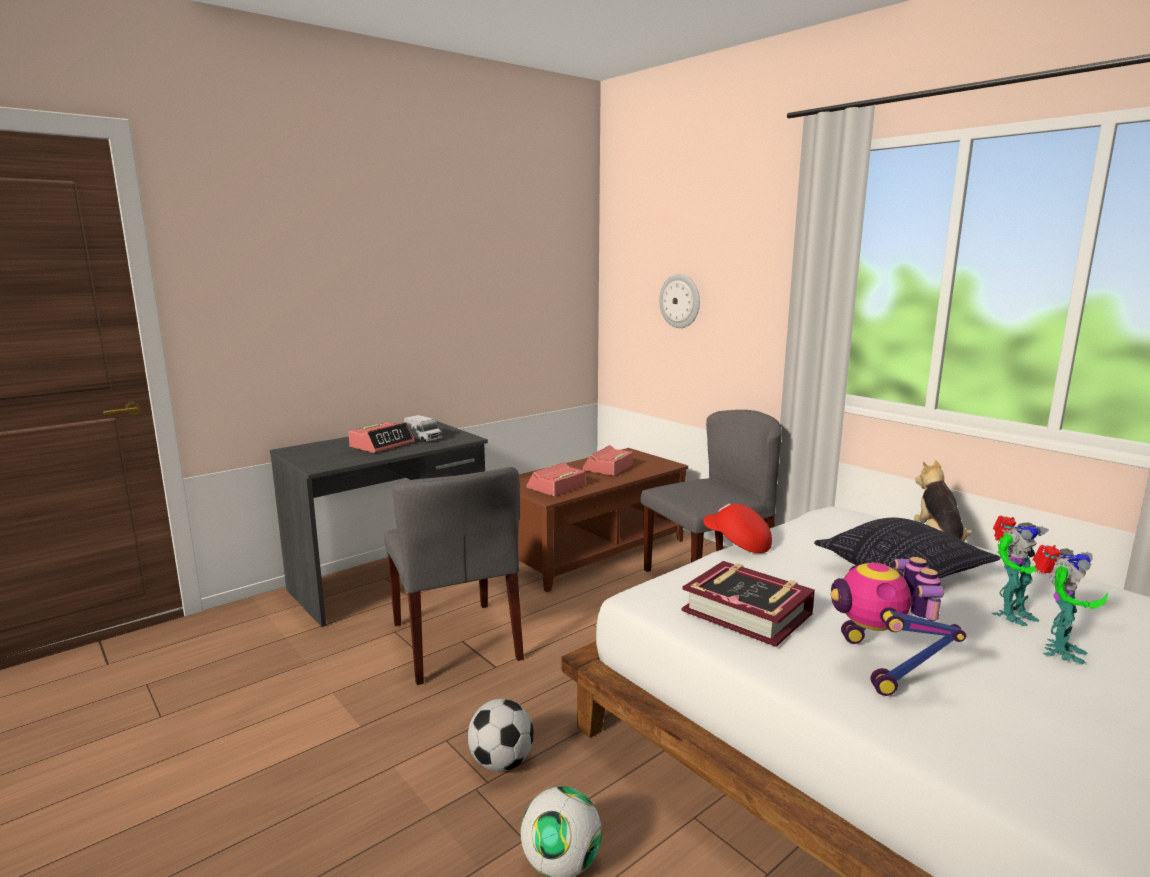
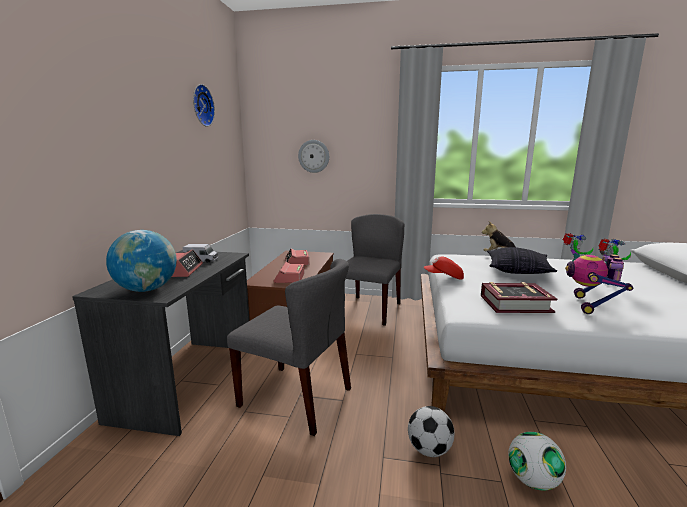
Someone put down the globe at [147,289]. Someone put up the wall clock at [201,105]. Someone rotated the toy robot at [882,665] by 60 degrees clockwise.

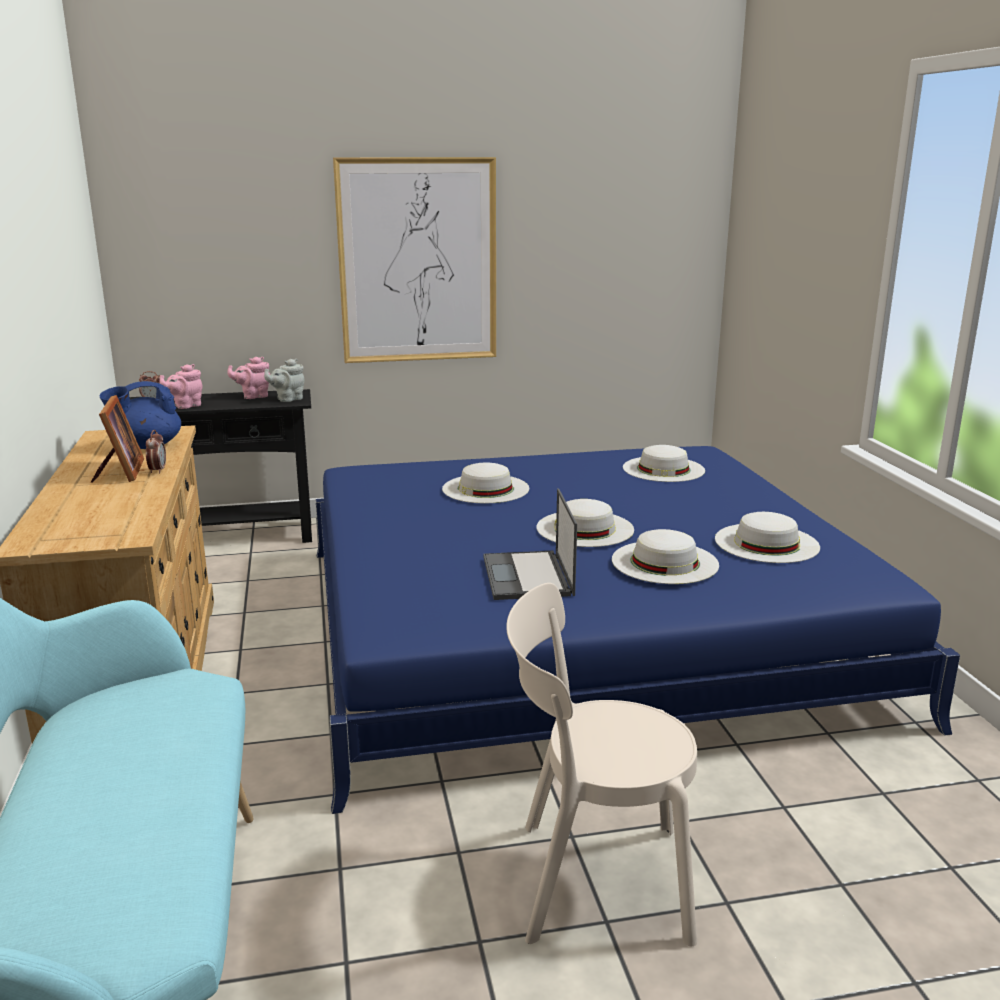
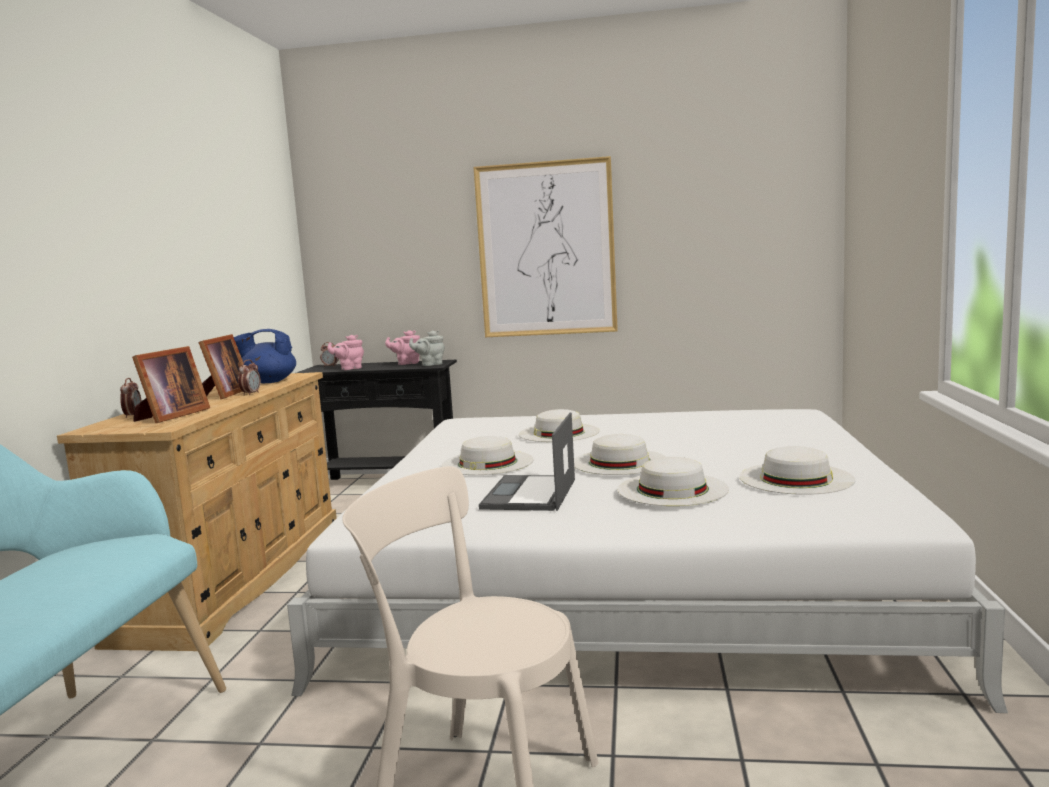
Someone put down the alarm clock at [133,416]. Someone put down the picture frame at [170,416]. Someone repainted the bed in blue at [576,628], which became the bed in white at [627,568]. Someone carried the hat in white from [663,469] to [487,462].

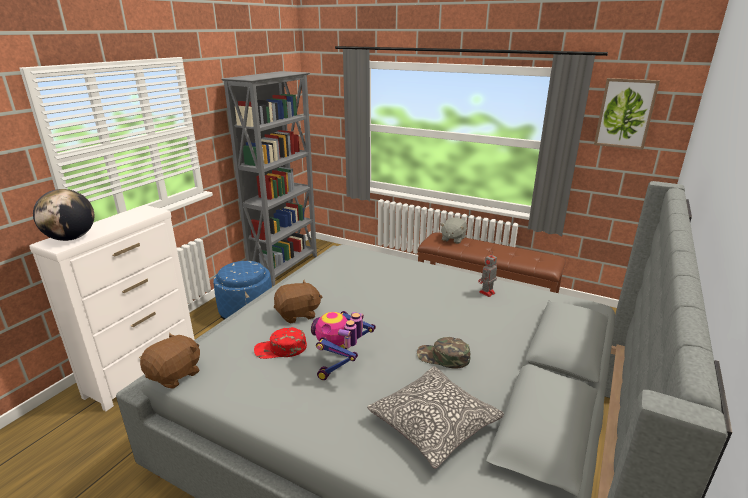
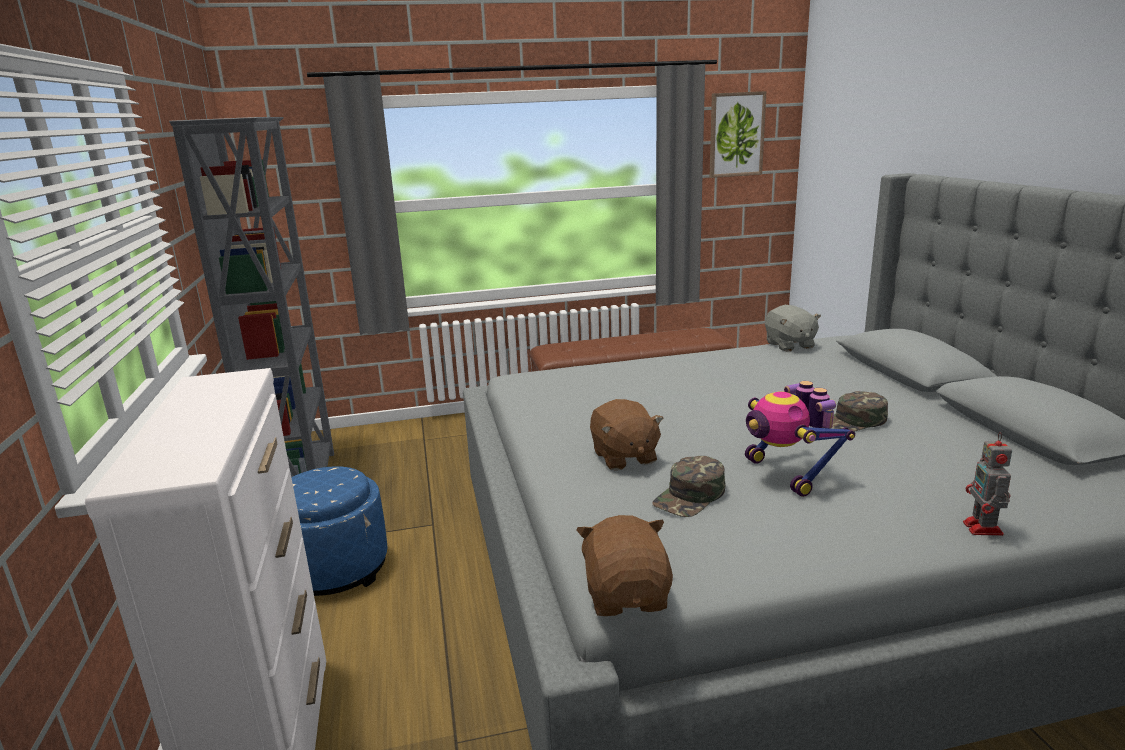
Someone rotated the plush toy in brown at [298,314] by 135 degrees clockwise. Someone repainted the cap in red at [280,349], which became the cap in green at [690,496]. Someone carried the plush toy in grey from [453,239] to [789,345]. Someone carried the toy robot from [486,293] to [983,529]. Someone took away the globe at [71,238]. Someone took away the pillow at [434,423].

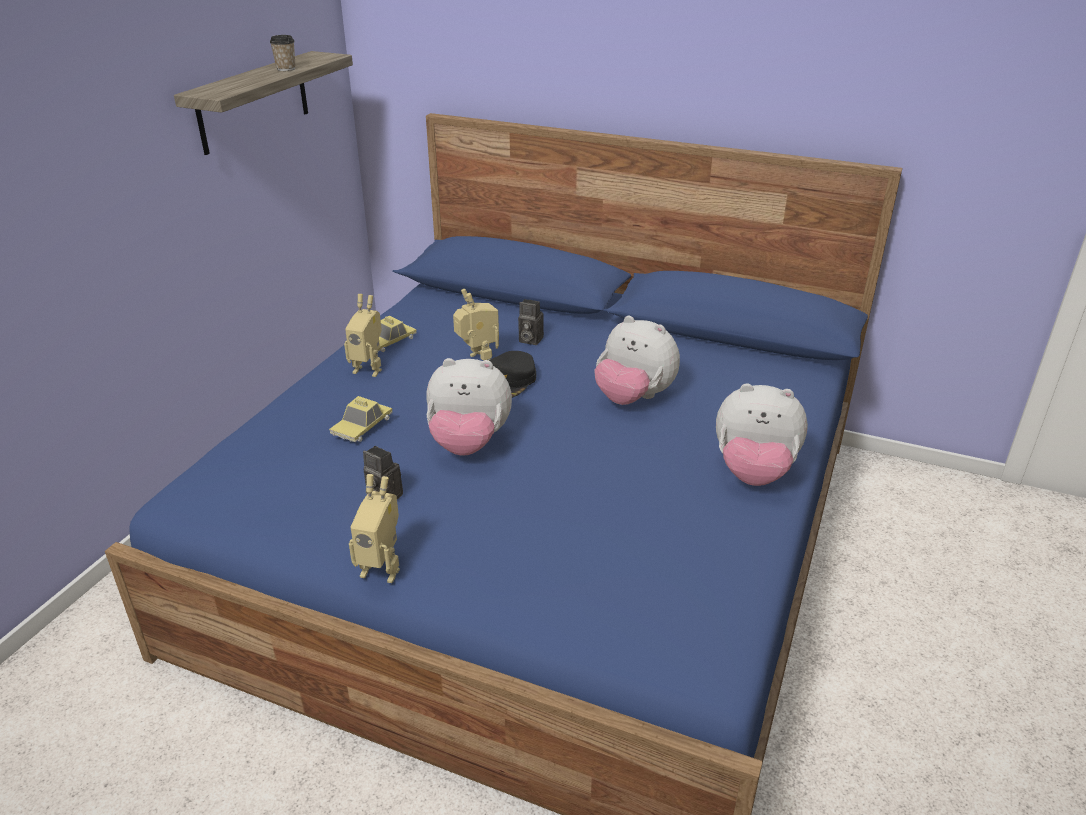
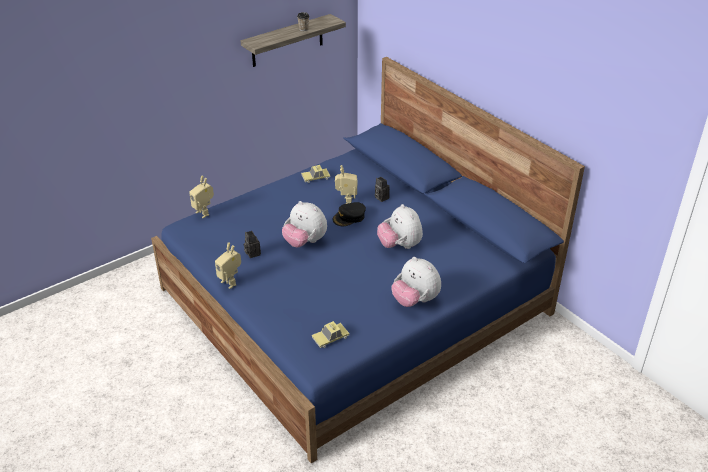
Someone carried the toy robot from [369,369] to [204,213]. Someone carried the toy car from [362,426] to [330,337].

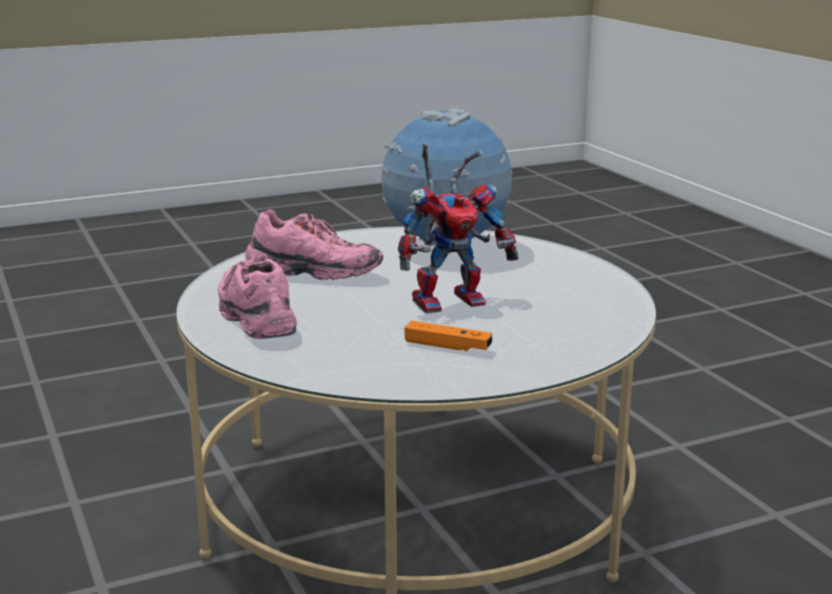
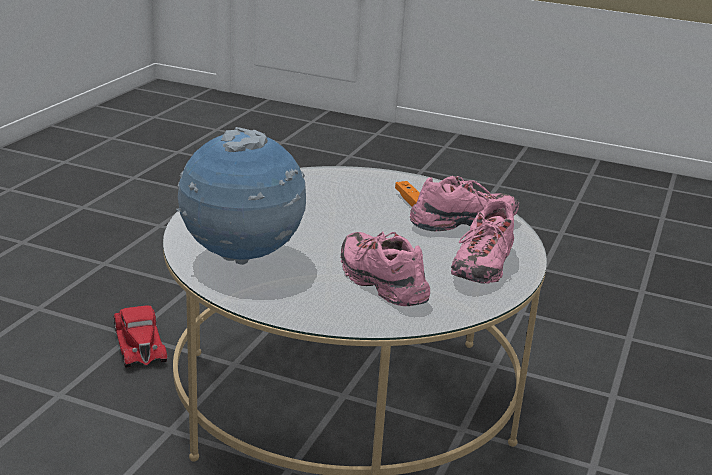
Someone put down the toy car in red at [139,343]. Someone put down the shoe in pink at [462,223]. Someone took away the toy robot at [452,300].

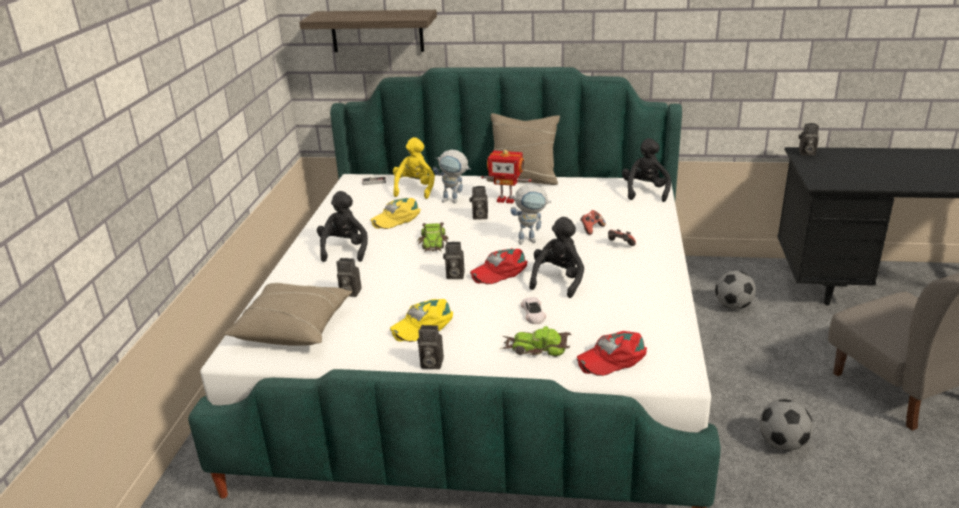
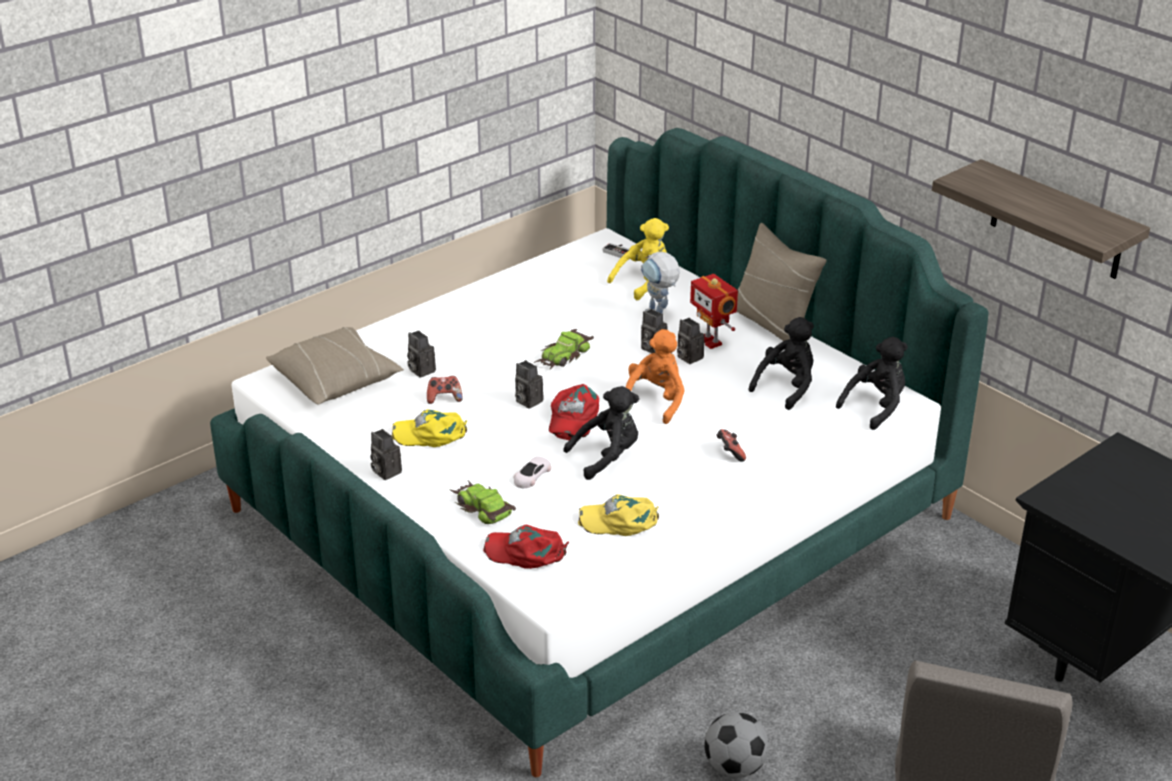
Someone carried the game controller from [591,229] to [444,398]. Someone rotated the cap in red at [499,271] by 90 degrees counterclockwise. Someone carried the cap in yellow from [396,218] to [620,521]. Someone swapped the toy robot at [531,240] for the plush toy in orange at [655,401]. Someone carried the photo camera from [806,153] to [688,357]. Someone carried the plush toy in black from [344,250] to [786,387]. Someone carried the shelf from [377,31] to [1057,221]. Someone took away the football at [733,306].

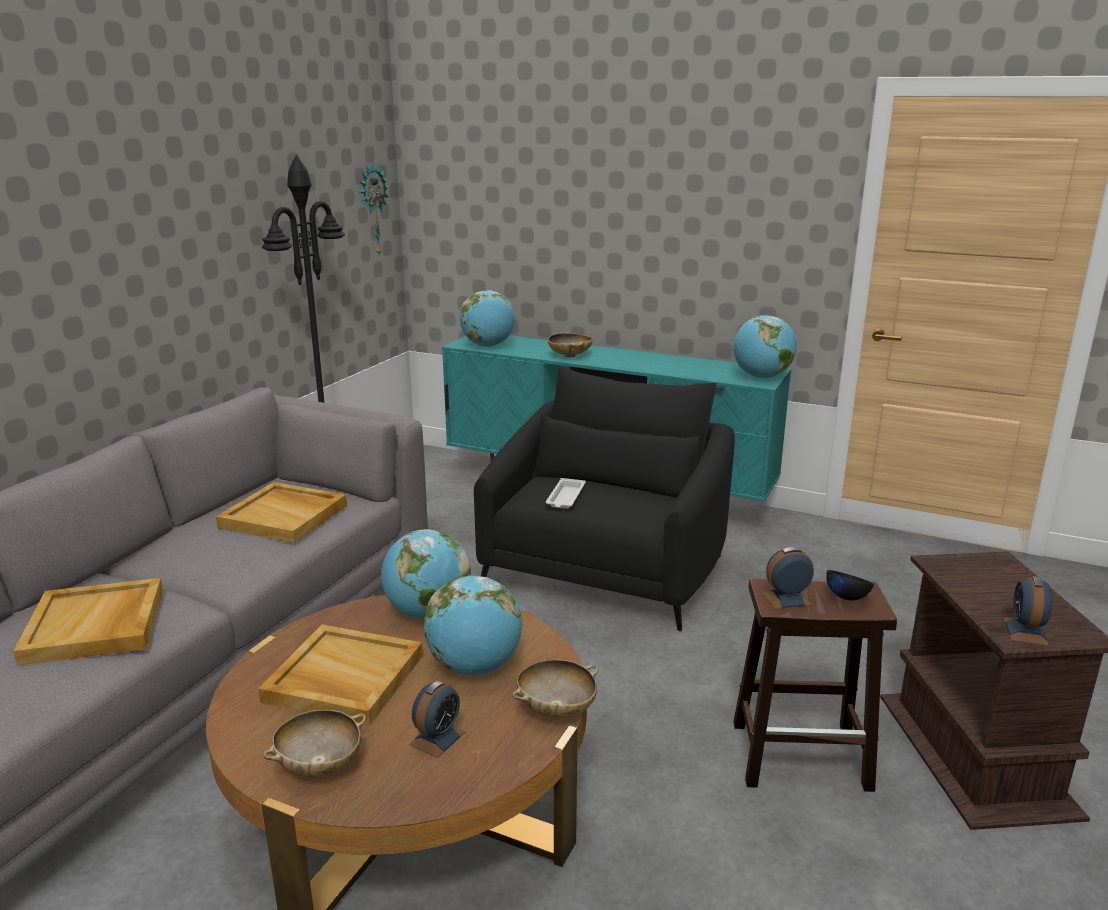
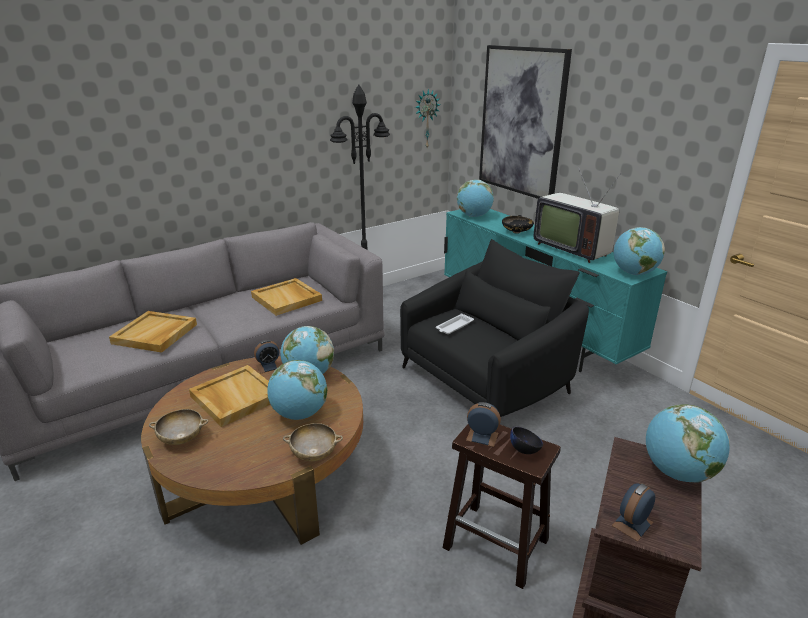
Someone carried the alarm clock from [437,738] to [268,366]. Someone put up the picture at [521,122]. Someone repainted the bowl in beige at [570,356], which became the bowl in black at [517,232]. Someone put down the television at [572,249]. Someone put down the globe at [677,472].

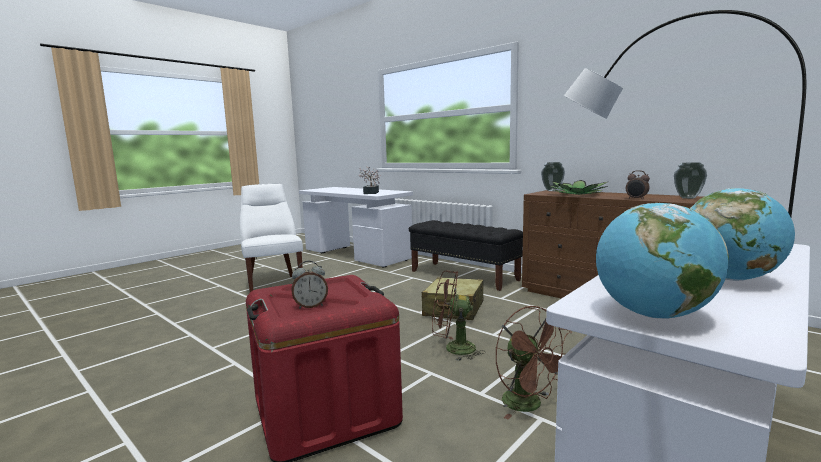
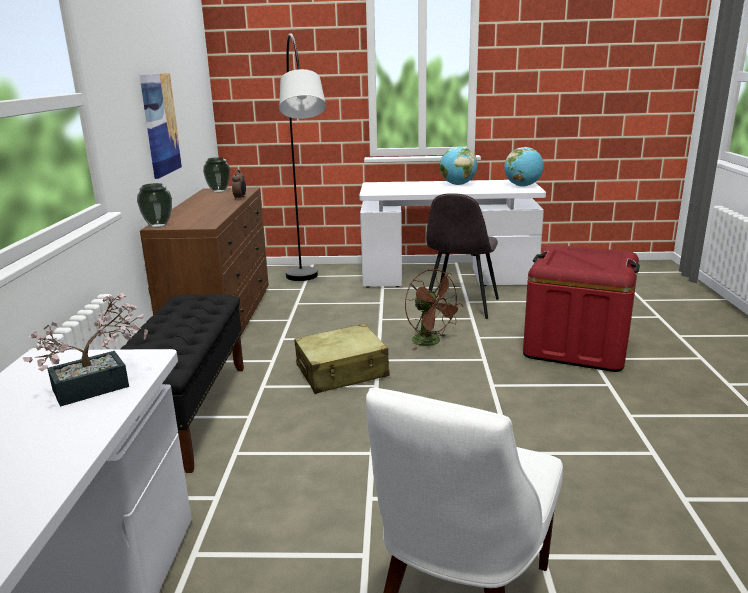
Someone put up the picture at [160,124]. Someone swapped the fan in brown at [529,405] for the chair in grey at [461,306]. Someone took away the alarm clock at [311,306]. Someone took away the potted plant at [578,194].

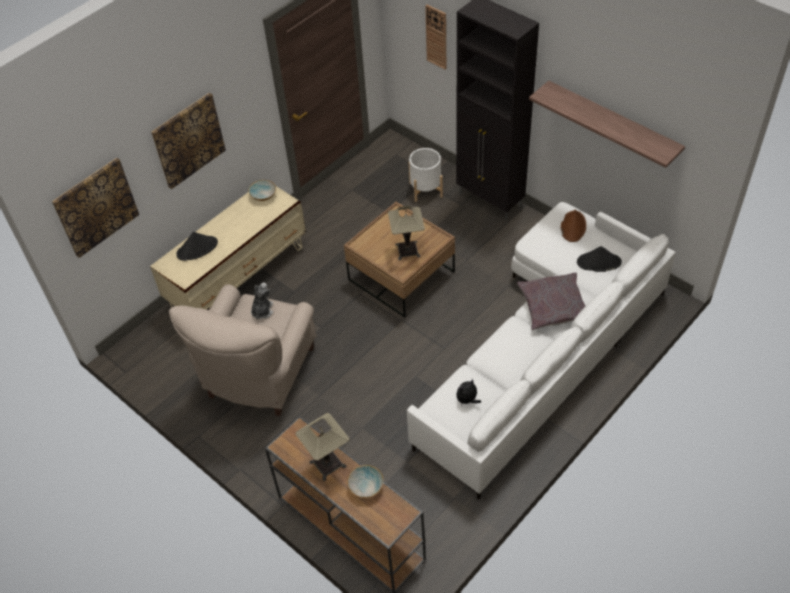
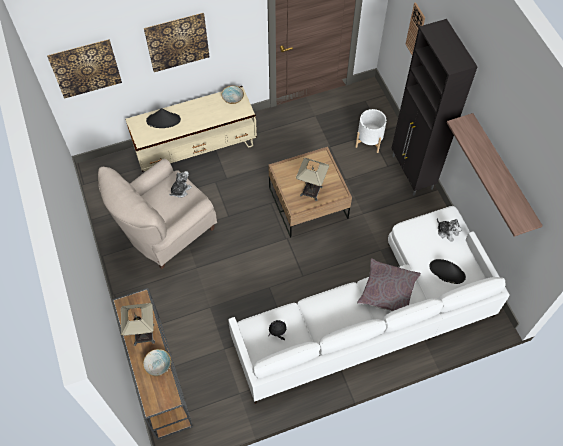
Someone swapped the hat in brown at [573,226] for the plush toy at [447,232].

